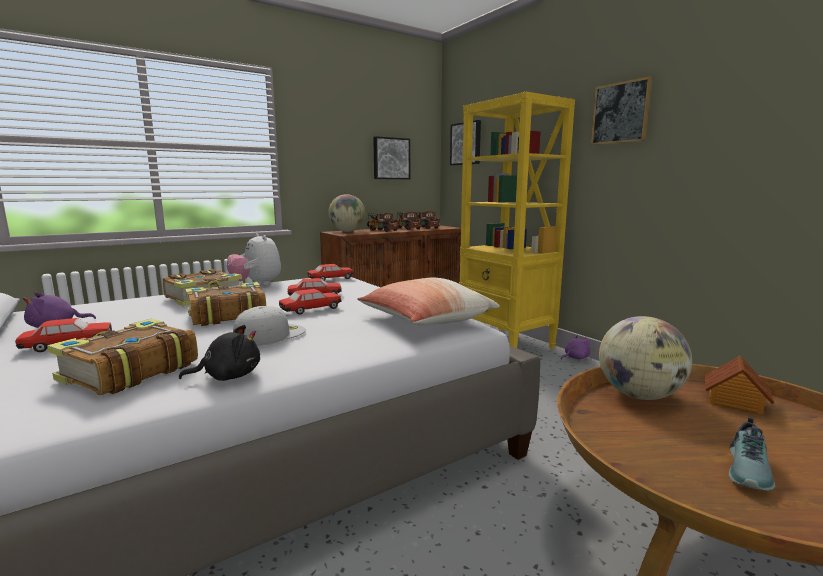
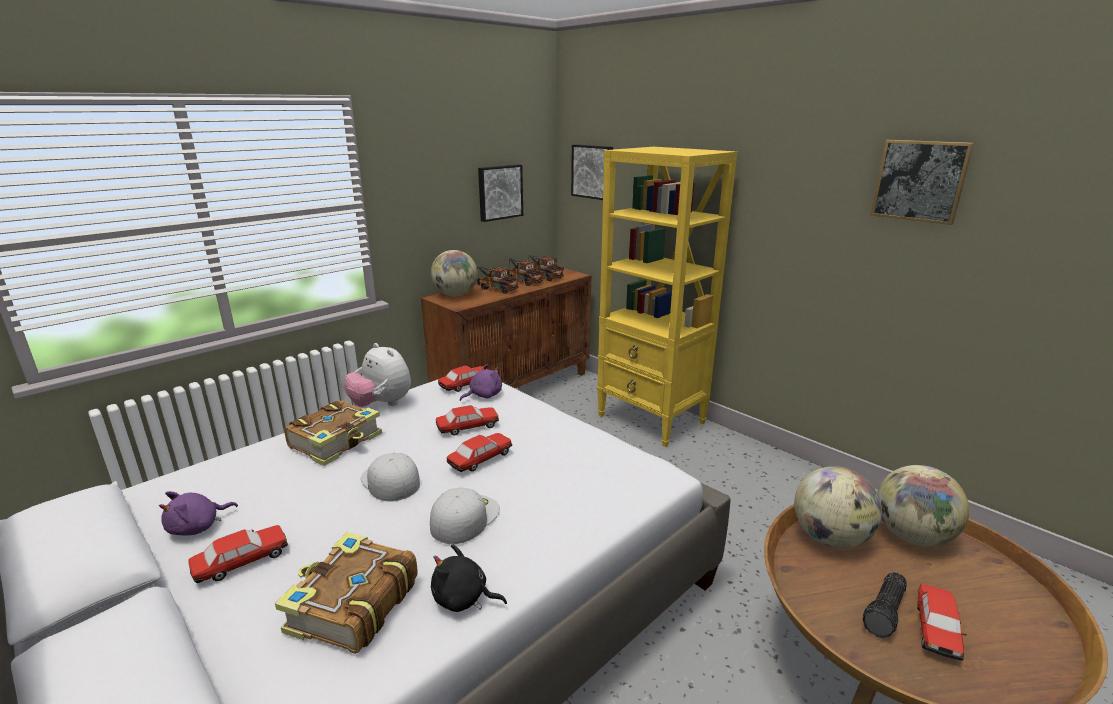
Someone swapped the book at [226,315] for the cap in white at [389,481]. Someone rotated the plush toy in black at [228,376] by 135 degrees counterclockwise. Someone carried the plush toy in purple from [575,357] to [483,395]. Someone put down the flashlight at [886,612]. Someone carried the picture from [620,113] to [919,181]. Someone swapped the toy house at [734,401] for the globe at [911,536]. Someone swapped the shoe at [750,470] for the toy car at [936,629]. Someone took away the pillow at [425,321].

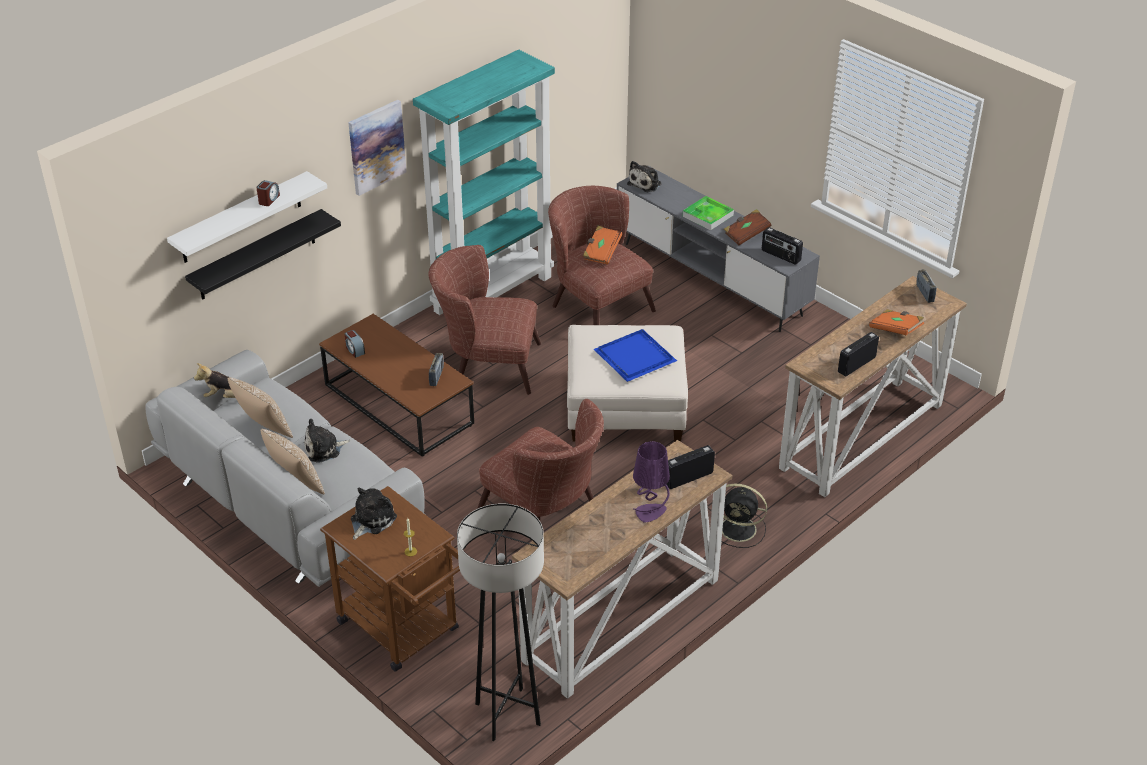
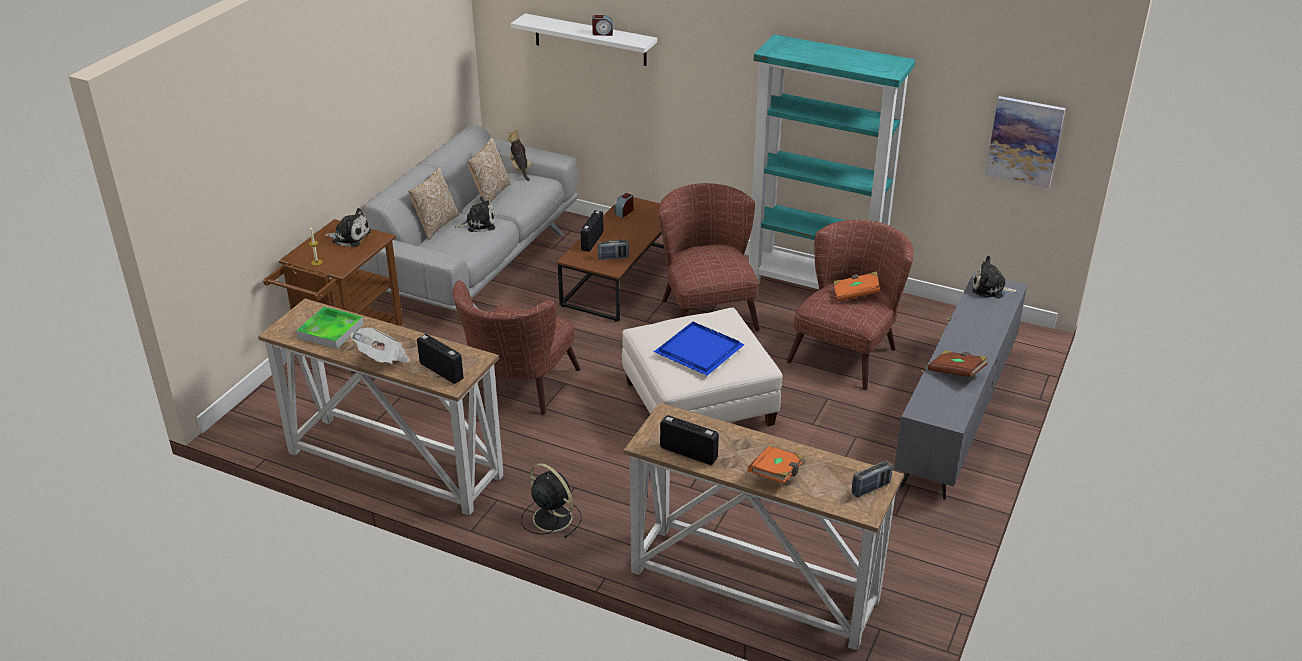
Someone carried the tray from [708,215] to [331,331]. Someone swapped the table lamp in purple at [650,512] for the newspaper at [383,358]. Someone rotated the plush toy at [324,449] by 120 degrees clockwise. Someone rotated the fan in black at [740,529] by 135 degrees clockwise. Someone carried the radio from [780,256] to [592,241]. Someone carried the picture from [376,147] to [1024,141]. Someone took away the shelf in black at [257,255]. Someone took away the floor lamp in grey at [508,714].

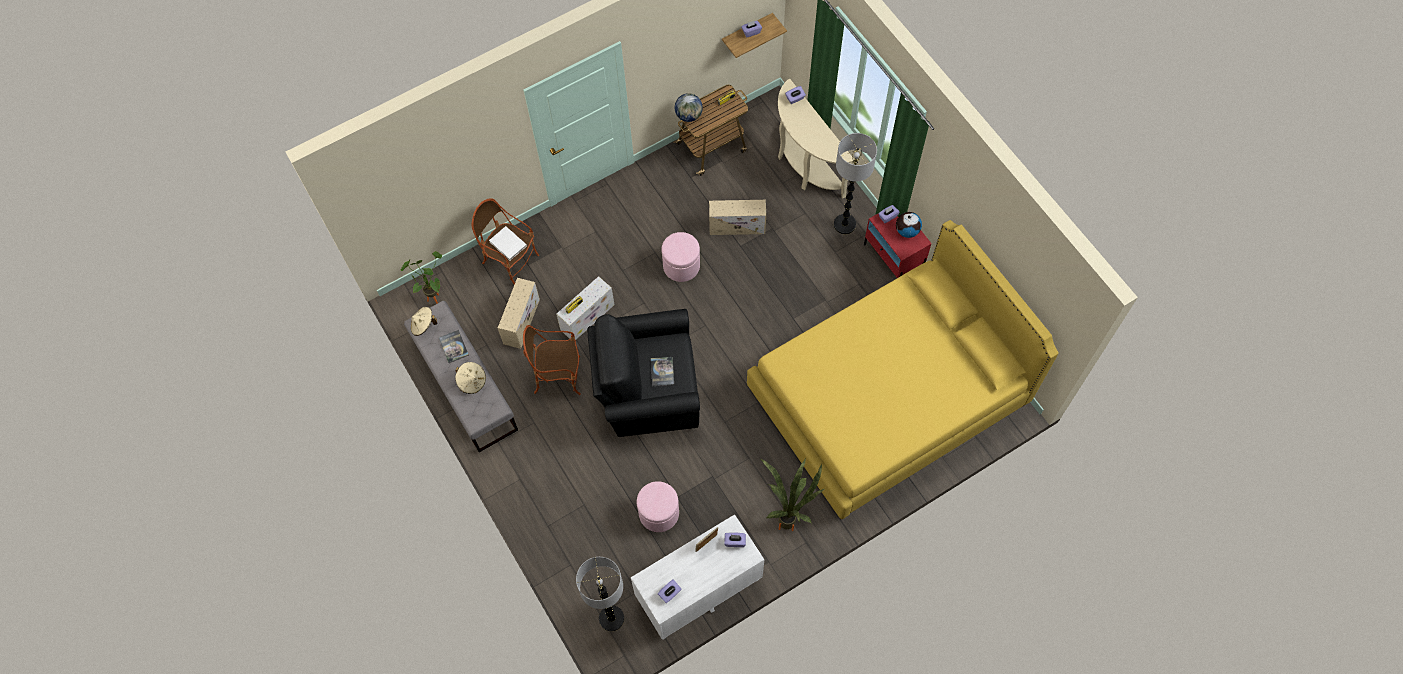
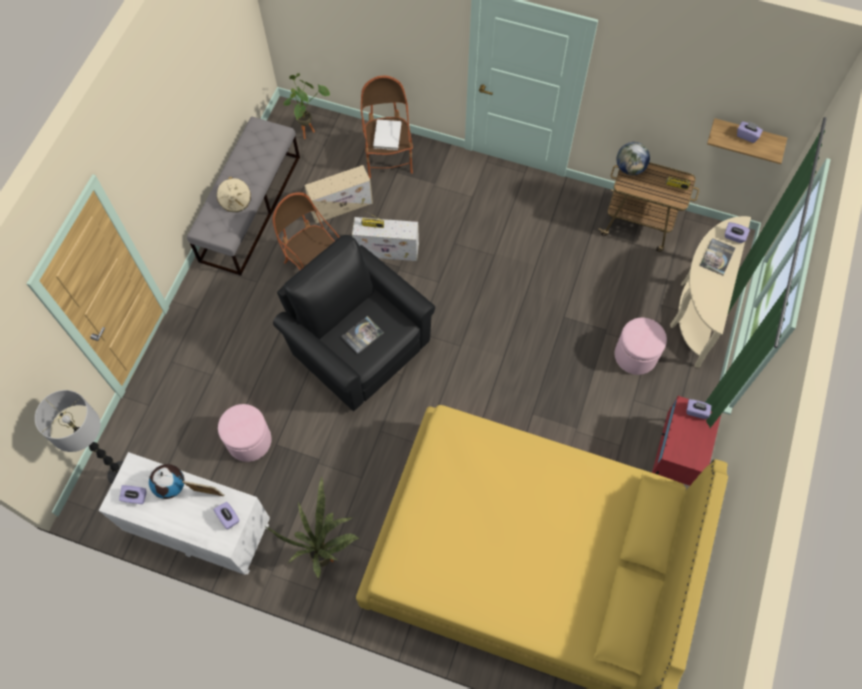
Someone carried the globe from [907,230] to [171,486]. Someone carried the ottoman in pink from [681,266] to [635,355]. Someone carried the book from [453,346] to [717,257]. Someone took away the hat in beige at [423,325]. Someone took away the storage box in beige at [738,226]. Someone took away the floor lamp at [844,224].

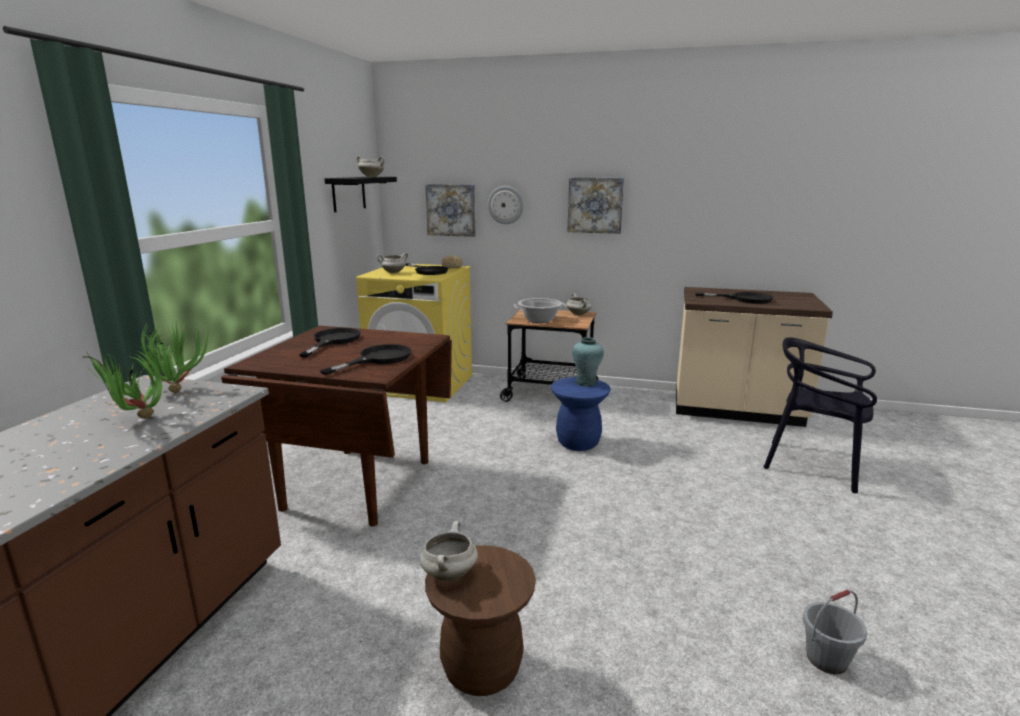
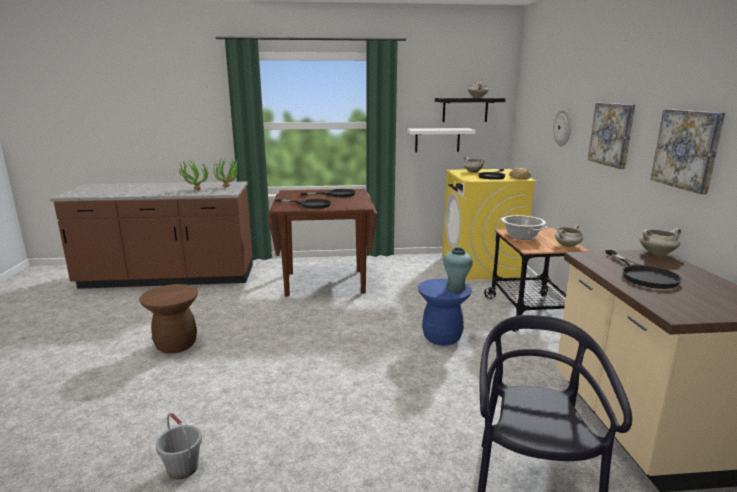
Someone put up the shelf in white at [437,140]. Someone carried the cooking pot in white from [449,573] to [657,253]. Someone carried the picture from [451,210] to [687,149].

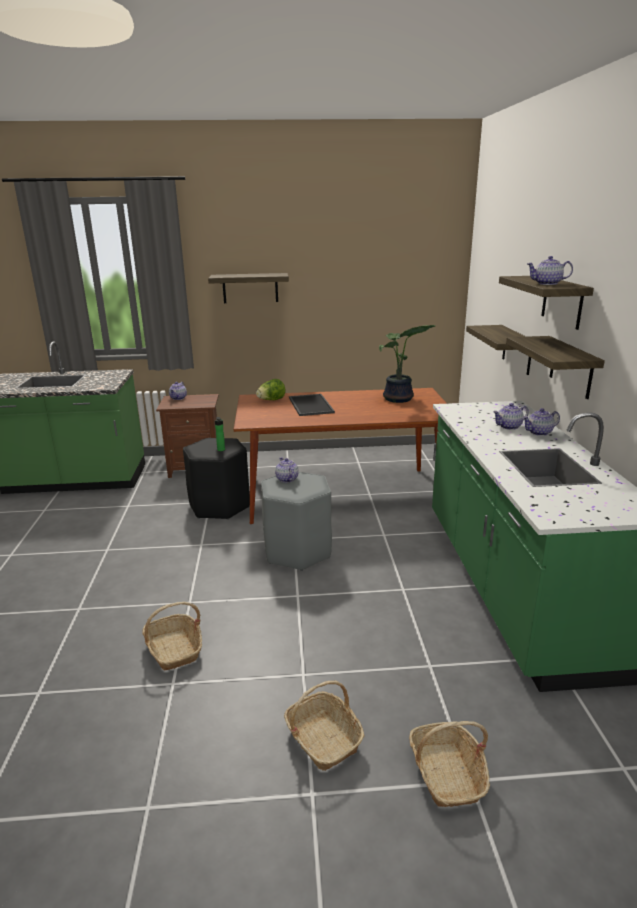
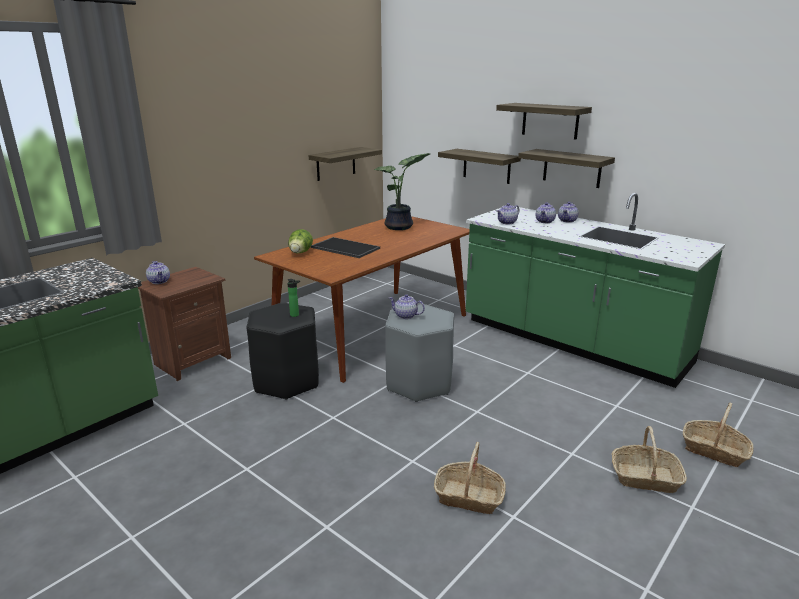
Someone carried the shelf from [250,288] to [336,164]. Someone carried the teapot from [547,283] to [507,222].

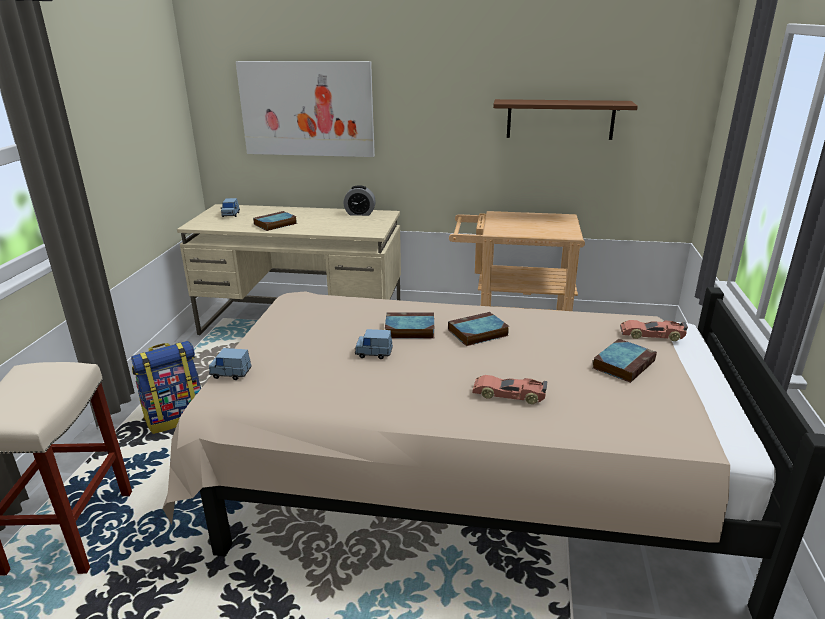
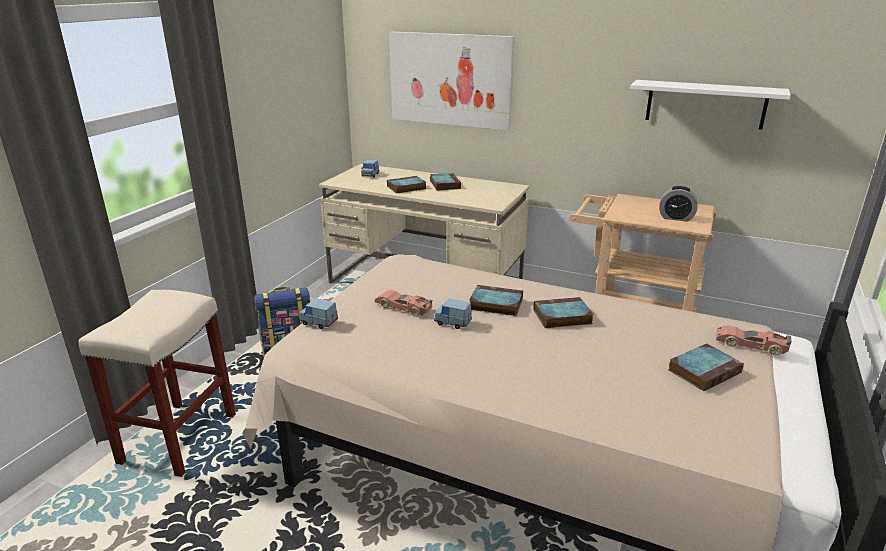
Someone carried the toy car from [509,394] to [404,308]. Someone put down the book at [444,184]. Someone repainted the shelf in brown at [560,119], which became the shelf in white at [705,104]. Someone carried the alarm clock from [360,213] to [676,218].

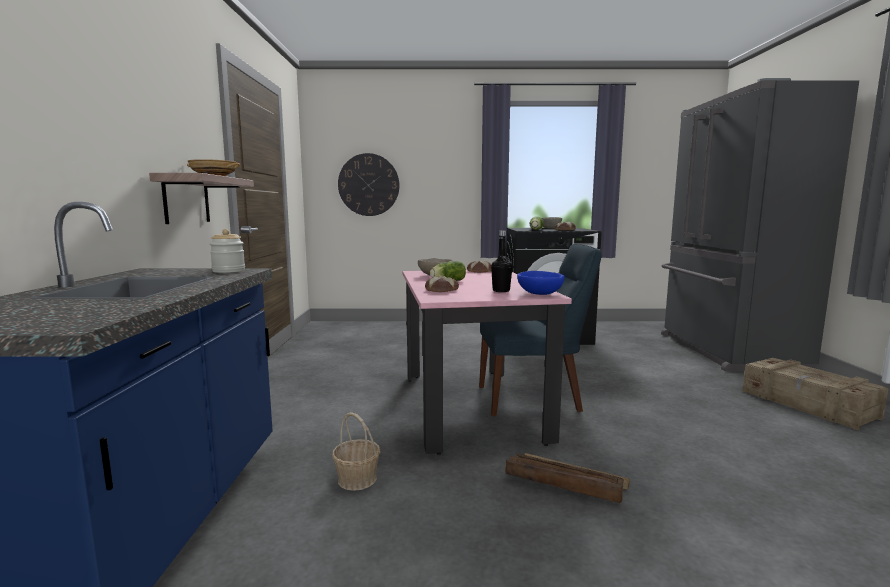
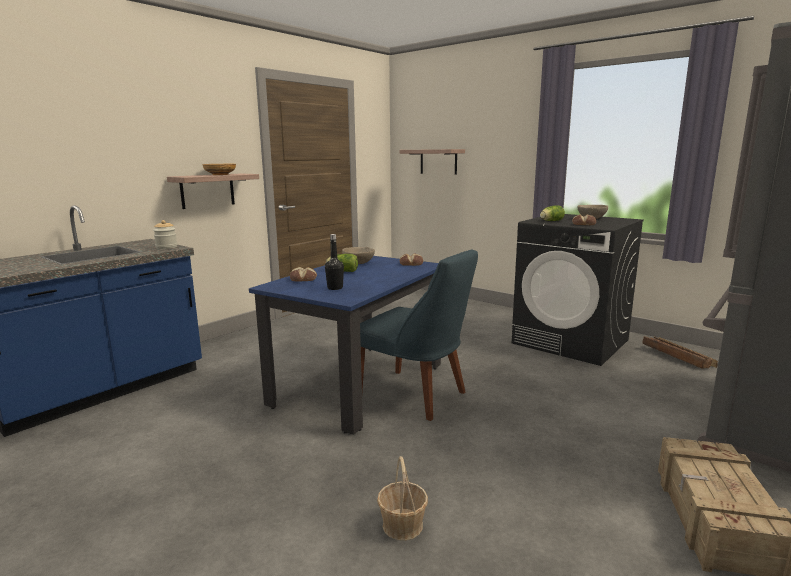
Someone repainted the dining table in pink at [470,405], which became the dining table in blue at [359,384]. Someone carried the basket from [357,479] to [402,525]. Someone swapped the wall clock at [368,185] for the shelf at [438,161]. Someone carried the crate from [564,486] to [676,357]. Someone took away the bowl in blue at [539,294].

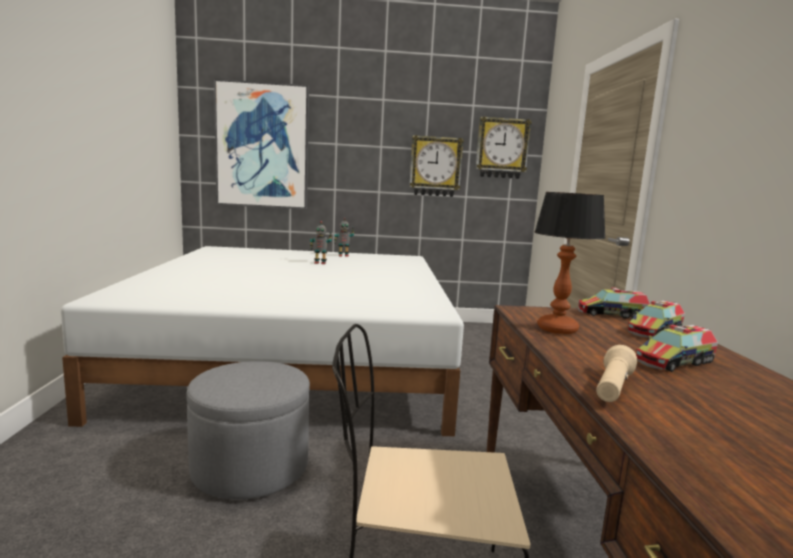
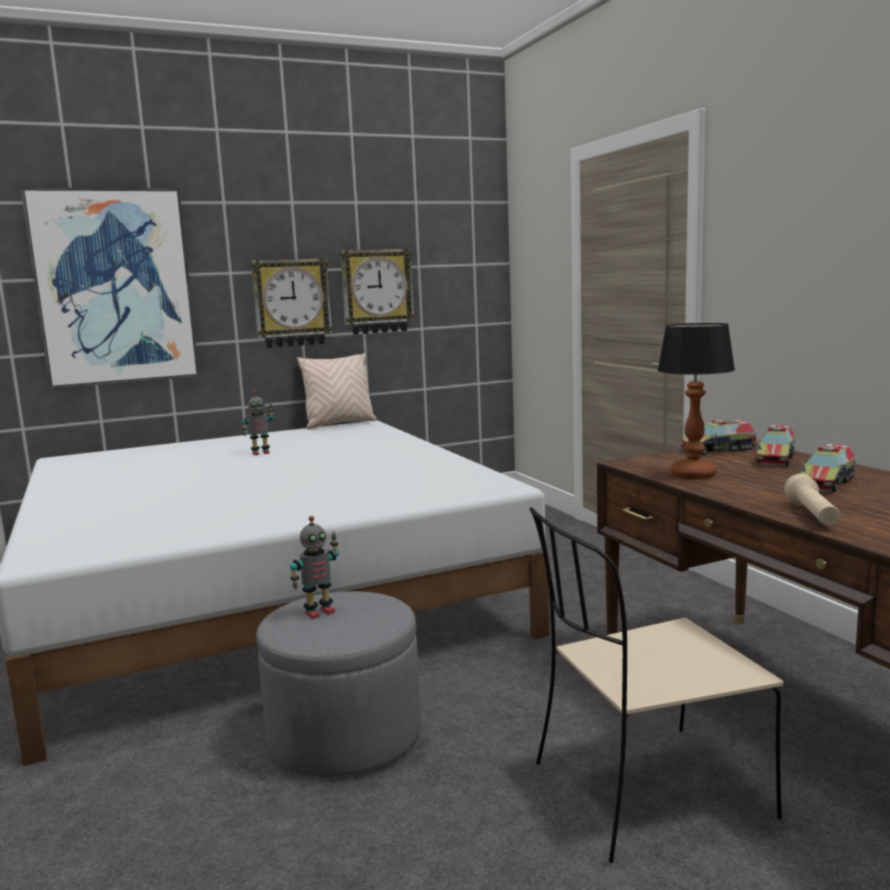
Someone carried the wall clock from [502,148] to [292,303]. Someone carried the toy robot from [343,255] to [319,612]. Someone put down the pillow in beige at [339,424].

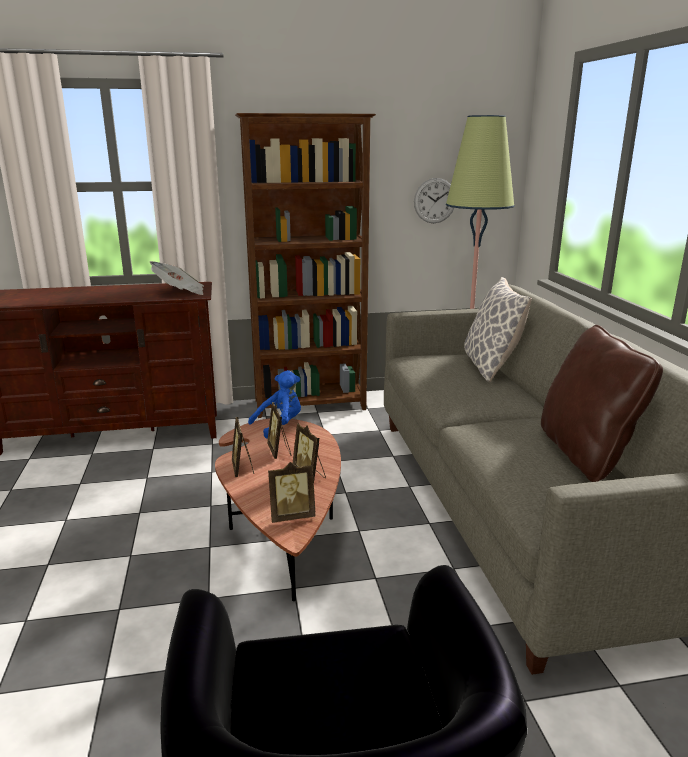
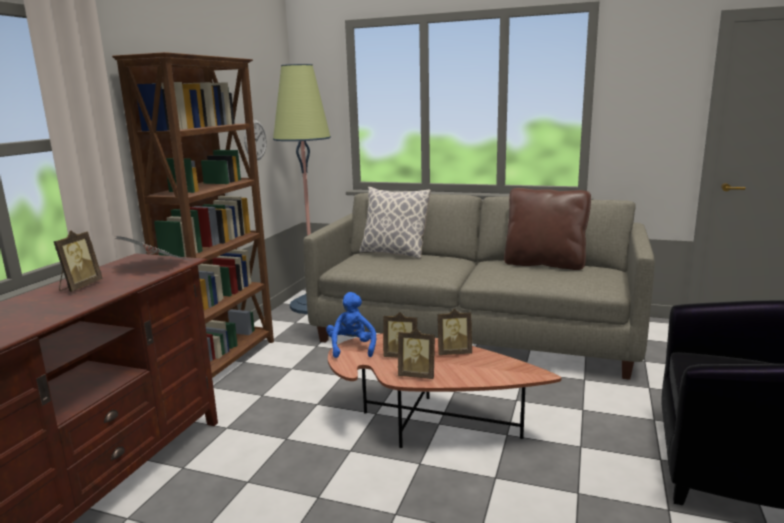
Someone carried the picture frame from [292,516] to [80,287].

